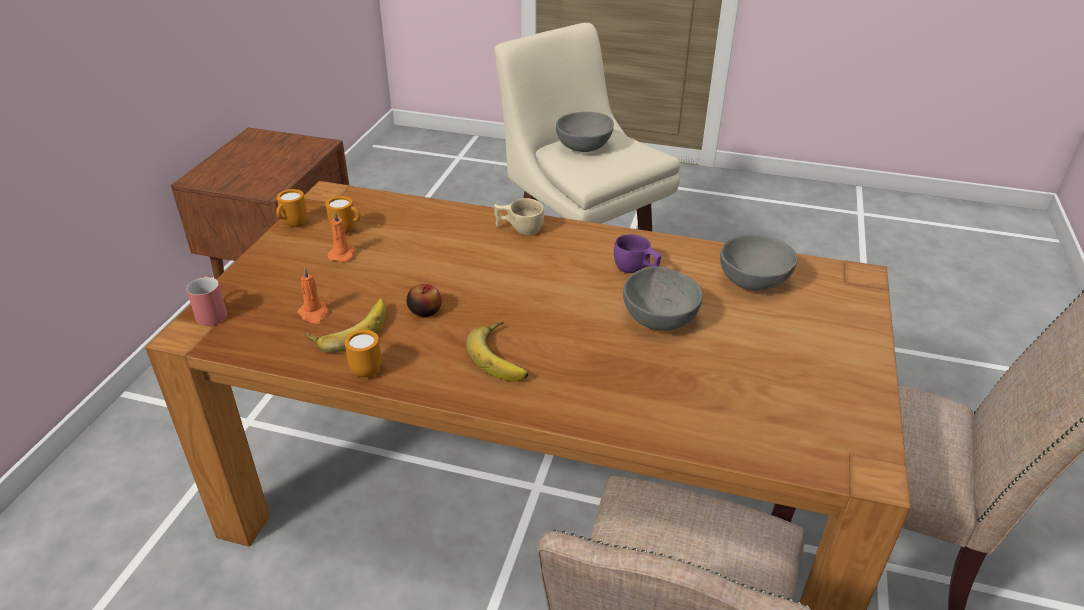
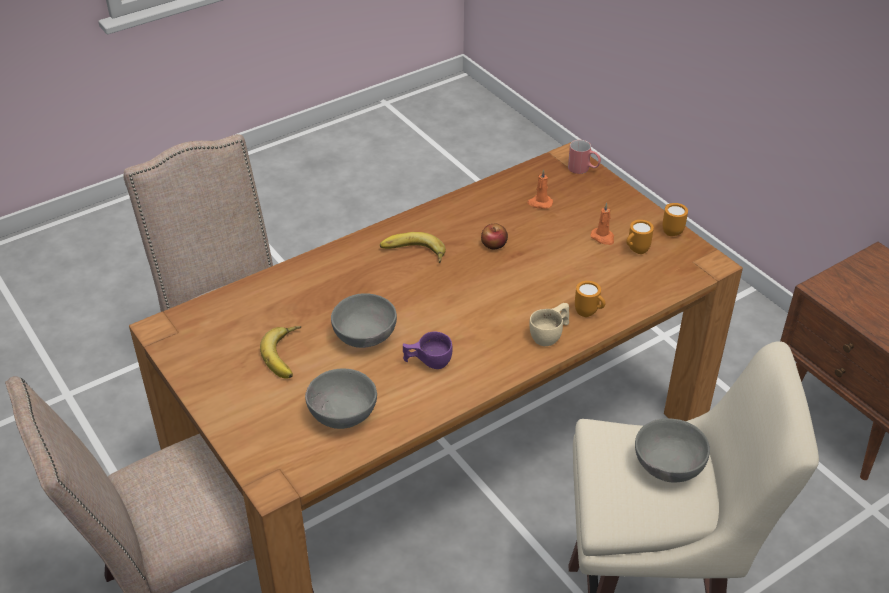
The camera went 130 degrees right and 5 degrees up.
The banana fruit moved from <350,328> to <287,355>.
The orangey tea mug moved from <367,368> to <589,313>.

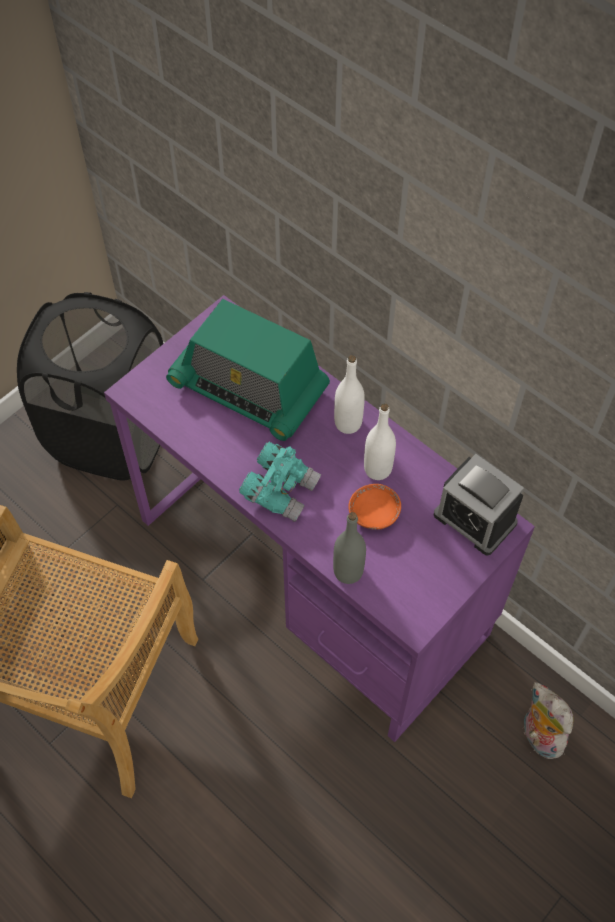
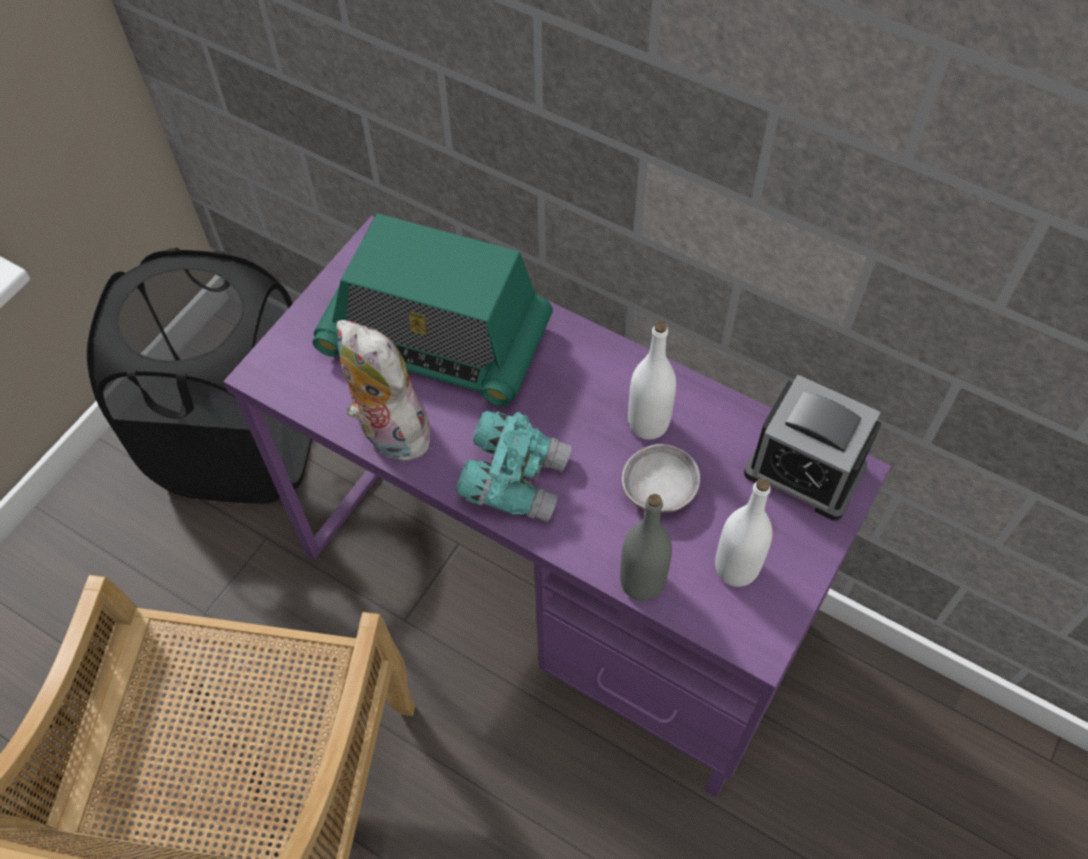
The camera went 10 degrees left and 0 degrees up.
The white-coloured bottle moved from <348,423> to <736,568>.
The cuddly toy moved from <538,736> to <388,431>.
The orangey deep dish at <374,514> became the gray deep dish at <659,490>.

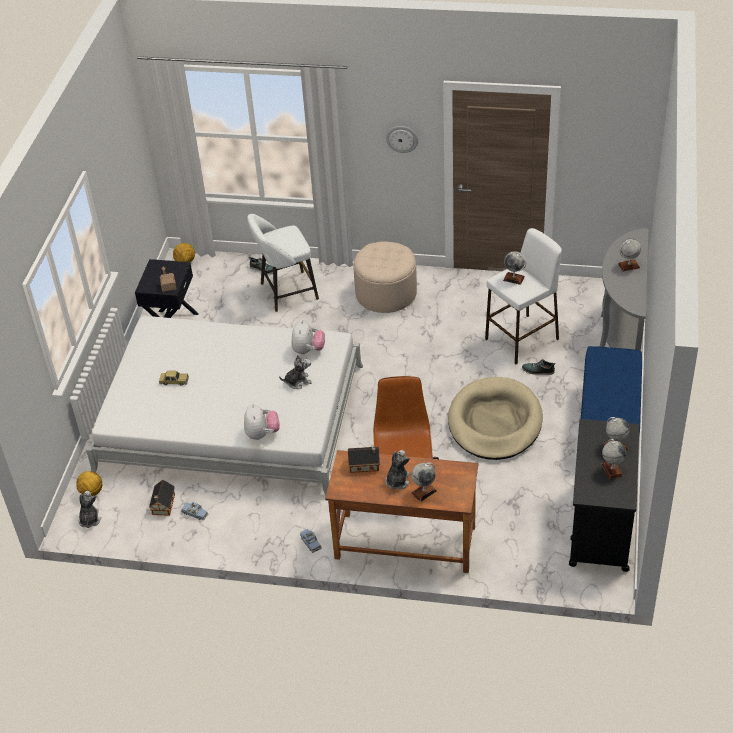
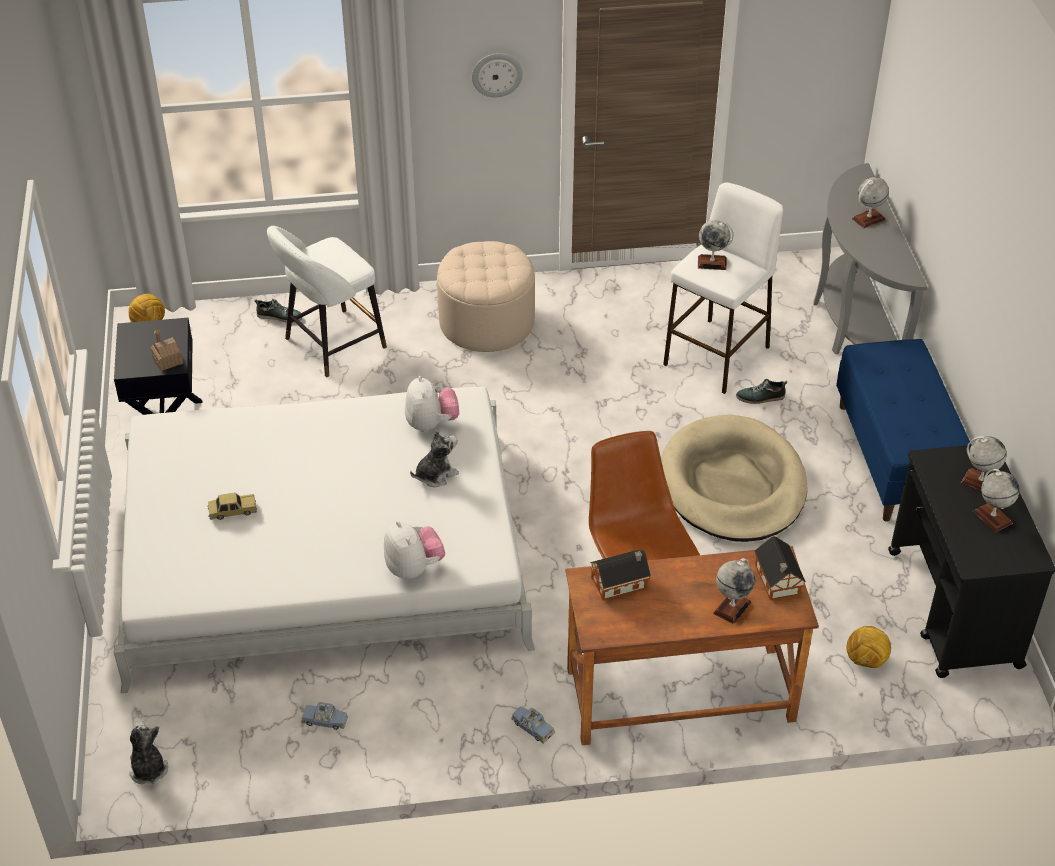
The camera went 20 degrees left and 0 degrees up.
The cuddly toy at <397,481> disappeared.
The ball for football moved from <92,492> to <866,661>.
The model house moved from <163,505> to <777,581>.

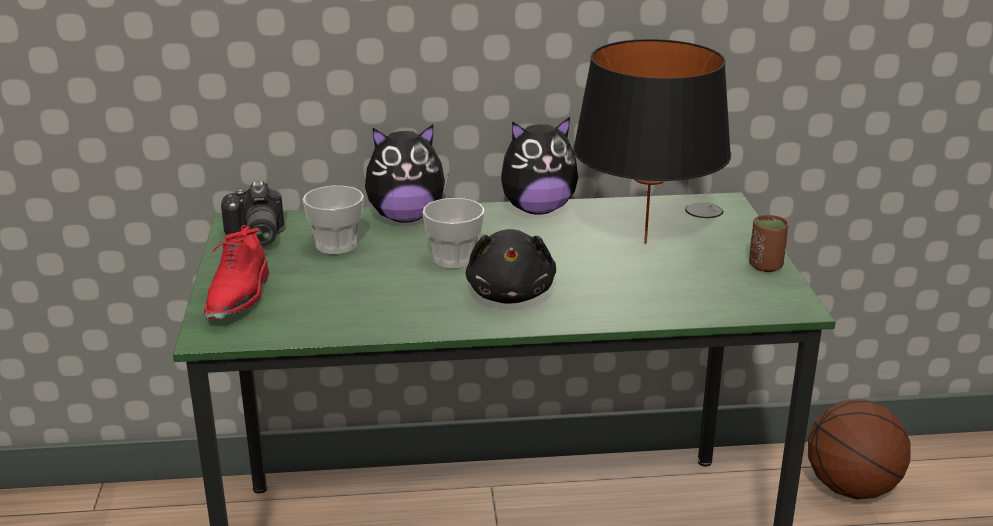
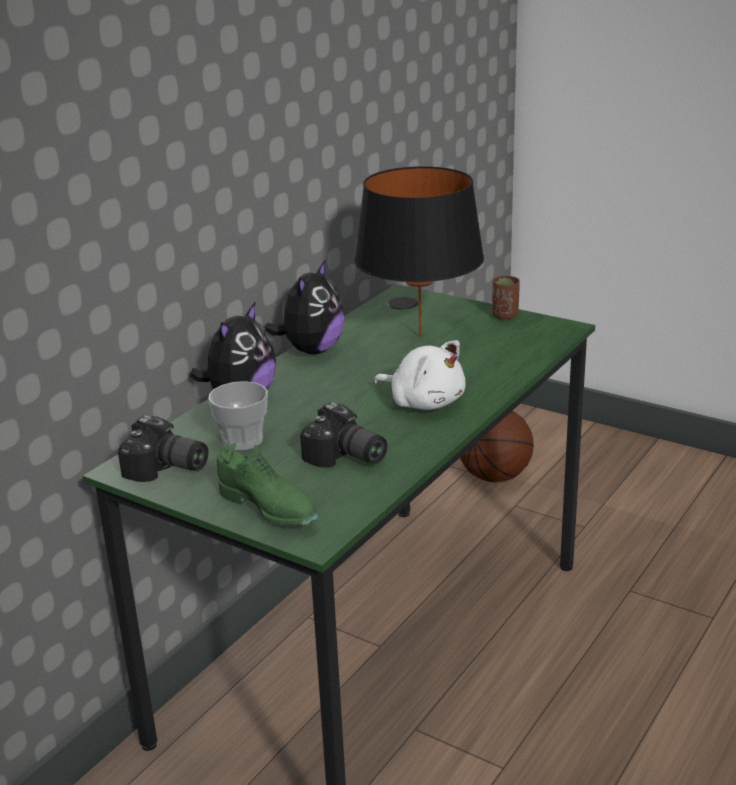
The camera went 50 degrees left and 0 degrees up.
The small cup at <454,259> disappeared.
The photo camera at <345,458> appeared.
The reddish shoe at <239,298> became the green shoe at <269,508>.
The black cuddly toy at <511,294> became the white-coloured cuddly toy at <424,402>.

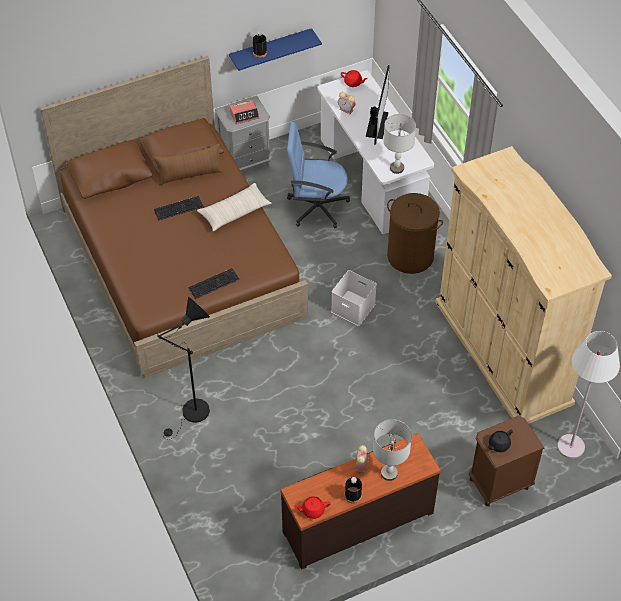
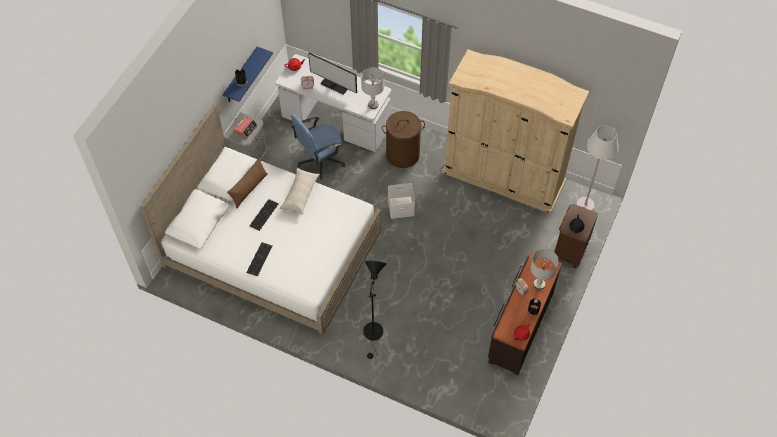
The camera went 40 degrees left and 5 degrees up.
The computer keyboard moved from <214,283> to <259,258>.
The brown sleeping bed at <181,261> became the white-coloured sleeping bed at <273,248>.
The monitor at <377,124> turned 150 degrees clockwise.

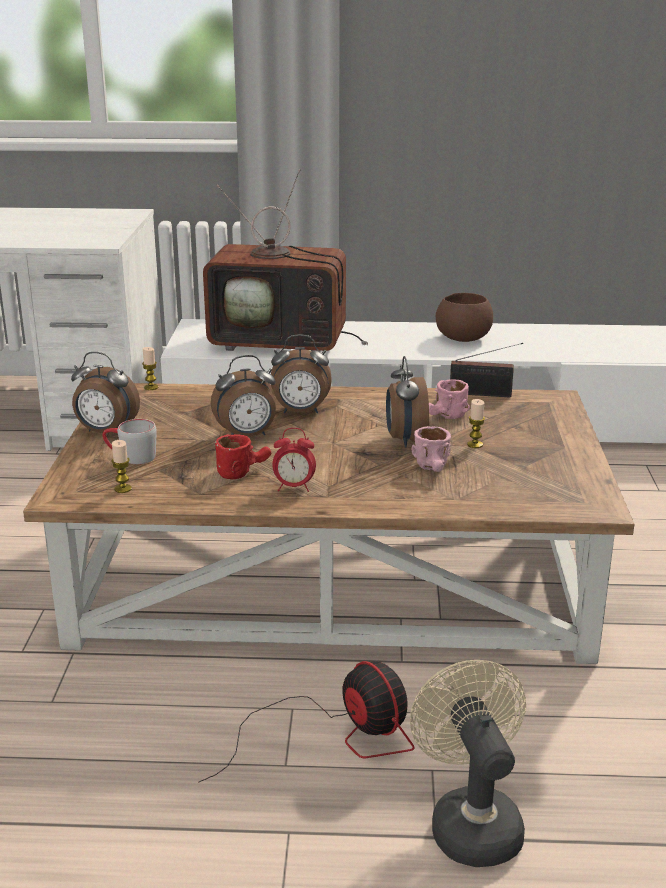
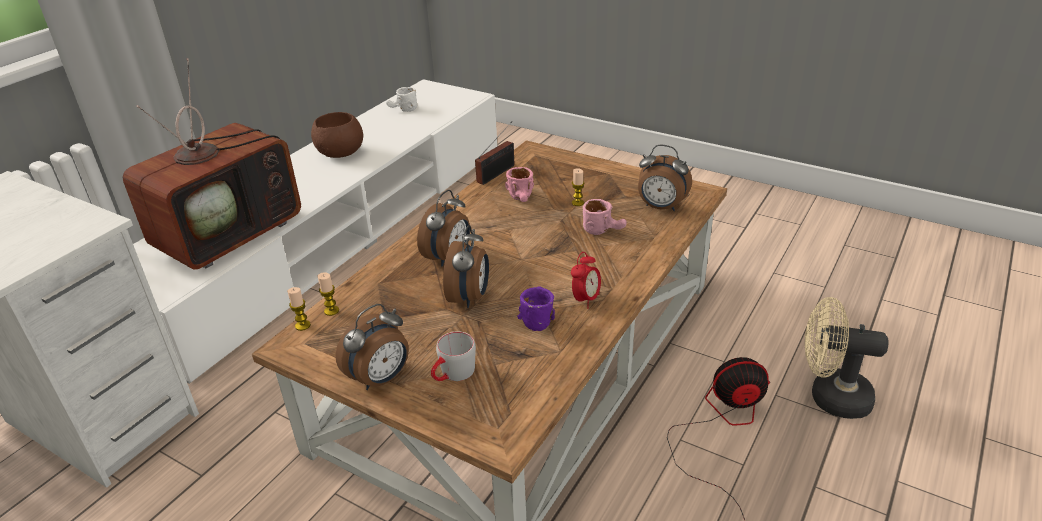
The camera went 60 degrees left and 10 degrees up.
The white-coloured tea mug at <402,110> appeared.
The wax candle moved from <123,489> to <331,311>.
The alarm clock moved from <405,440> to <660,207>.
The reddish tea mug at <243,471> became the purplish tea mug at <536,317>.

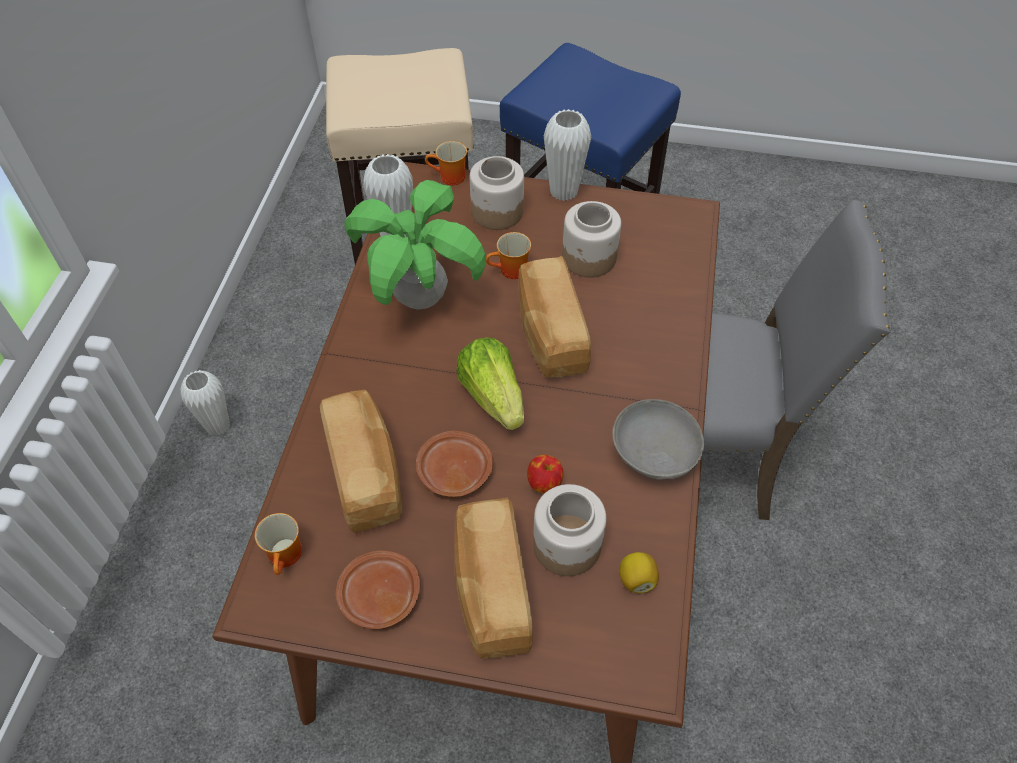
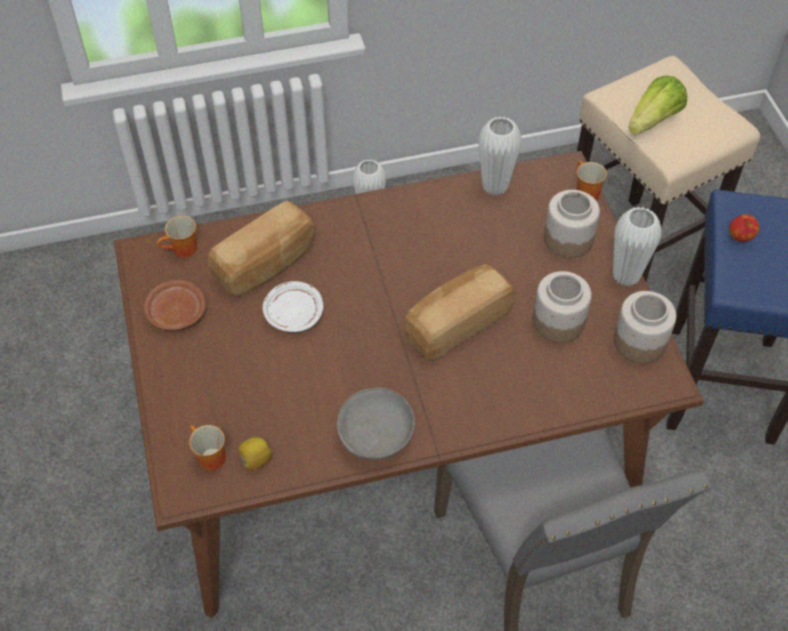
The camera went 65 degrees right and 0 degrees up.
The houseplant at <419,298> disappeared.
The bread at <490,590> disappeared.
The head of lettuce moved from <493,396> to <653,120>.
The tea mug moved from <511,272> to <208,457>.
The apple fruit moved from <544,483> to <740,237>.
The jar moved from <567,546> to <639,341>.
The brown plate at <453,471> became the white-coloured plate at <293,313>.

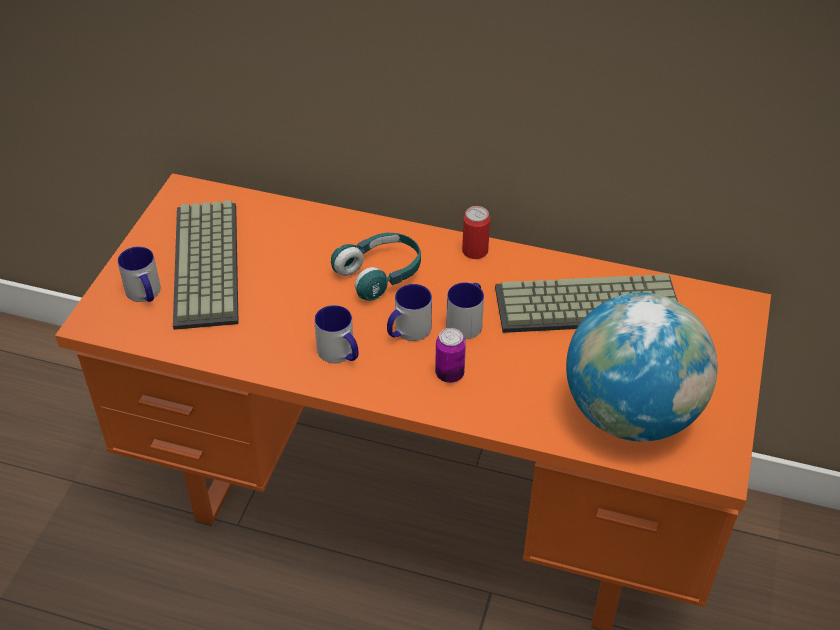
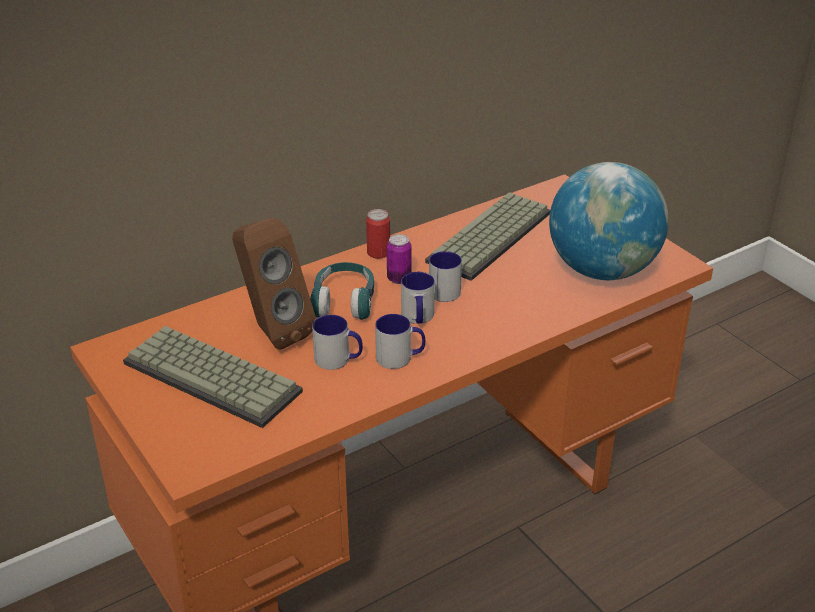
The camera went 50 degrees left and 10 degrees down.
The brown loudspeaker at <272,331> appeared.
The tea mug moved from <145,294> to <338,360>.
The can moved from <449,374> to <399,278>.

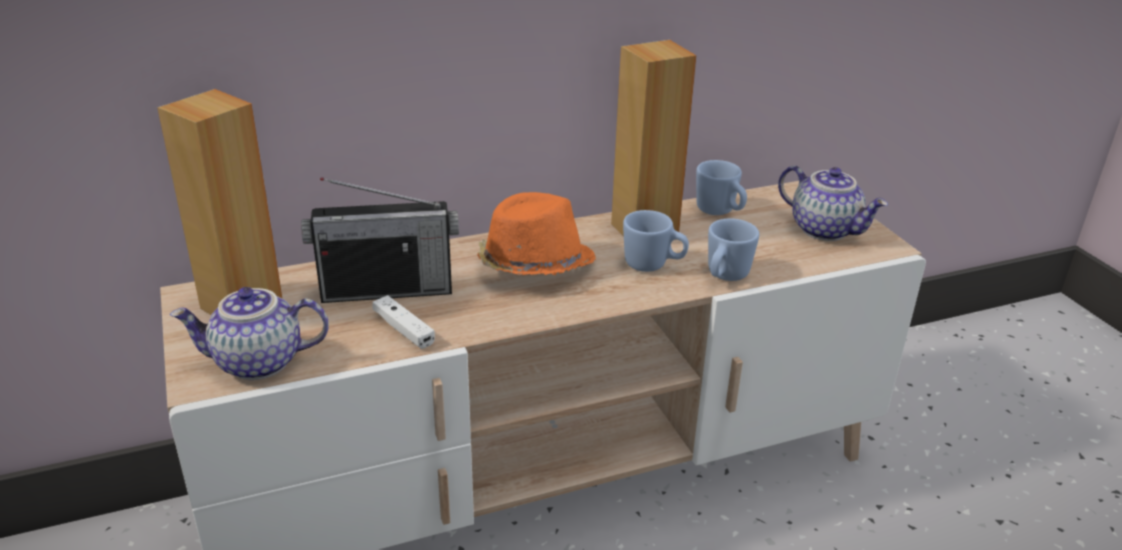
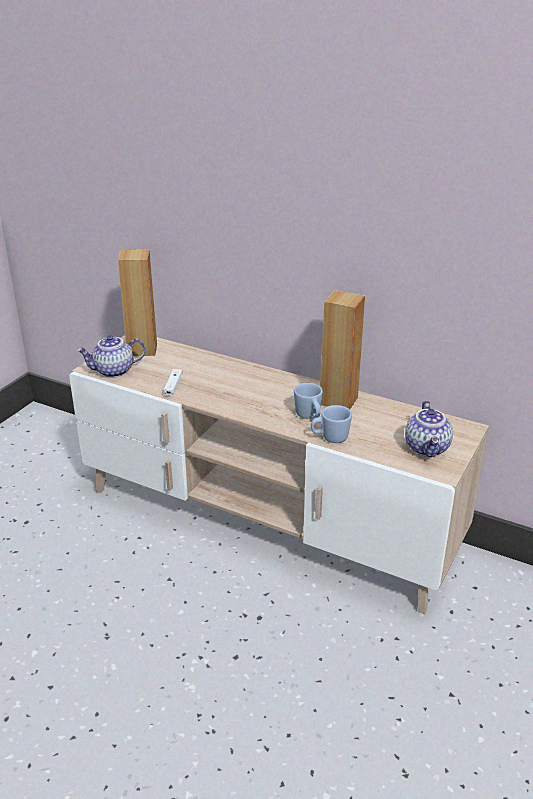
The camera went 50 degrees right and 0 degrees up.
The radio at <387,290> disappeared.
The orangey wearable hat at <533,265> disappeared.
The bluish tea mug at <720,212> disappeared.
The pot for tea at <257,363> turned 60 degrees counterclockwise.

